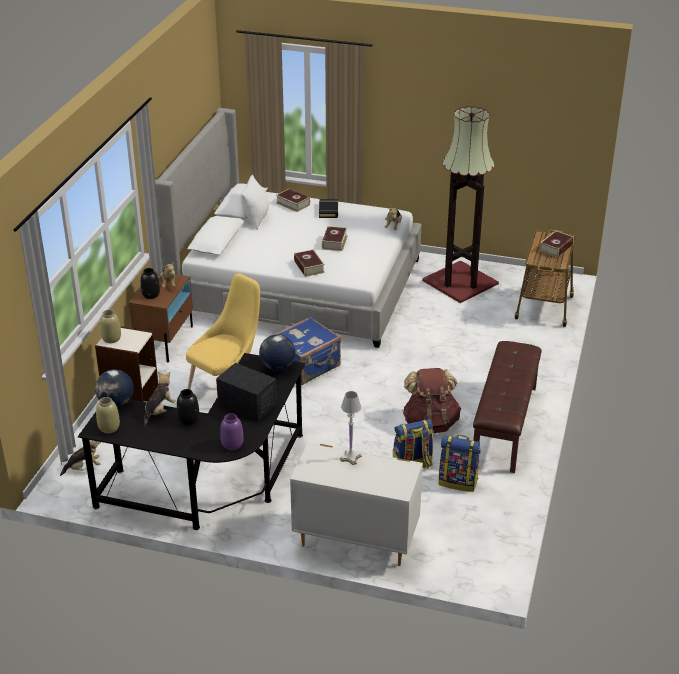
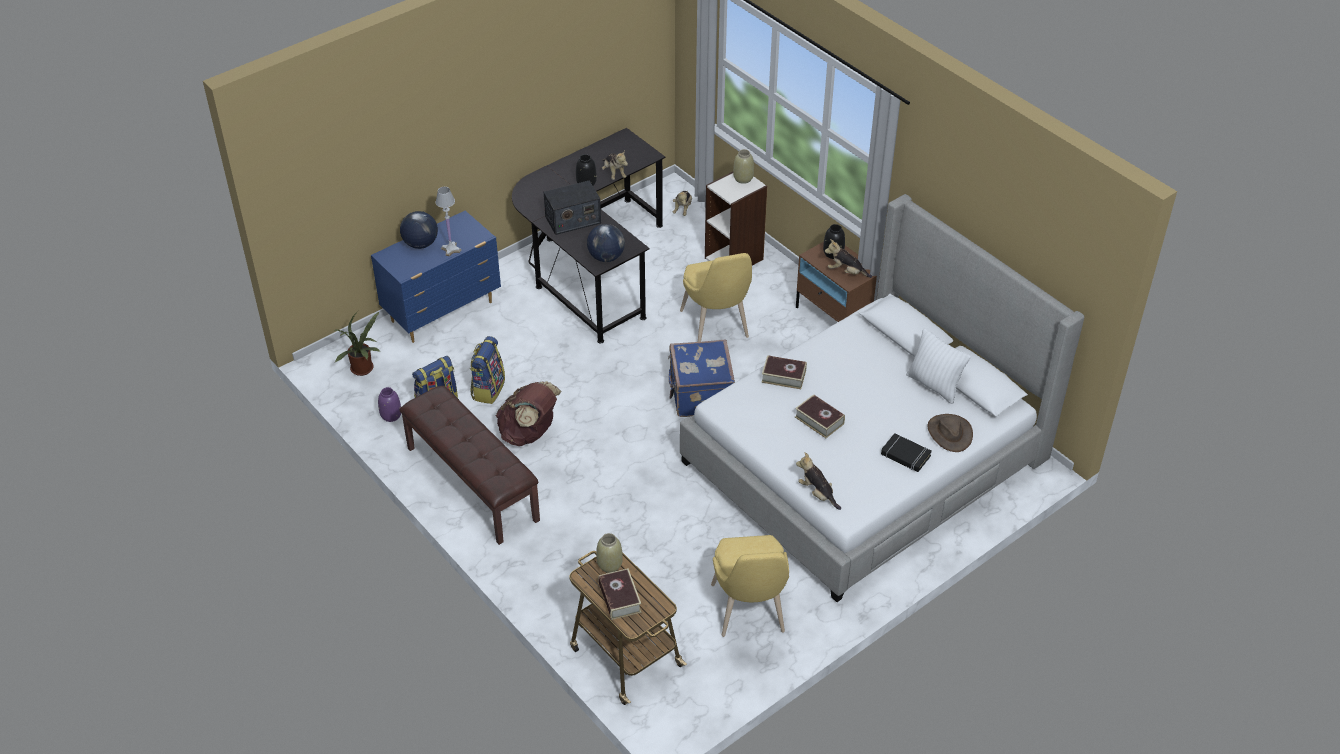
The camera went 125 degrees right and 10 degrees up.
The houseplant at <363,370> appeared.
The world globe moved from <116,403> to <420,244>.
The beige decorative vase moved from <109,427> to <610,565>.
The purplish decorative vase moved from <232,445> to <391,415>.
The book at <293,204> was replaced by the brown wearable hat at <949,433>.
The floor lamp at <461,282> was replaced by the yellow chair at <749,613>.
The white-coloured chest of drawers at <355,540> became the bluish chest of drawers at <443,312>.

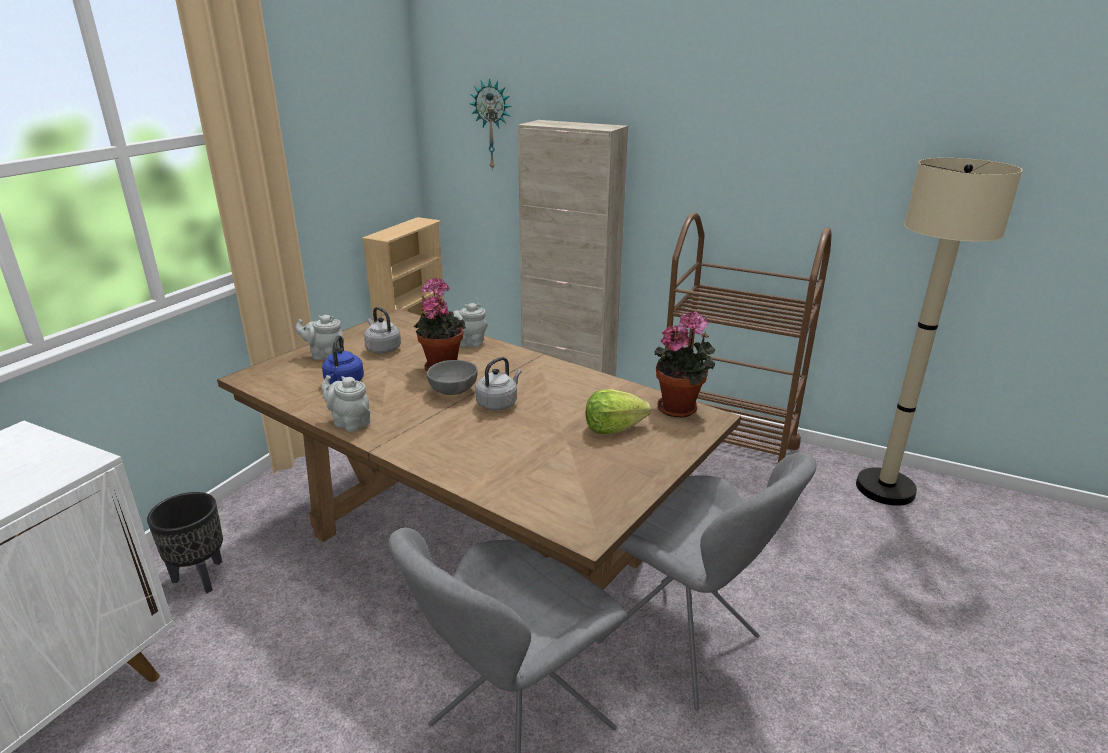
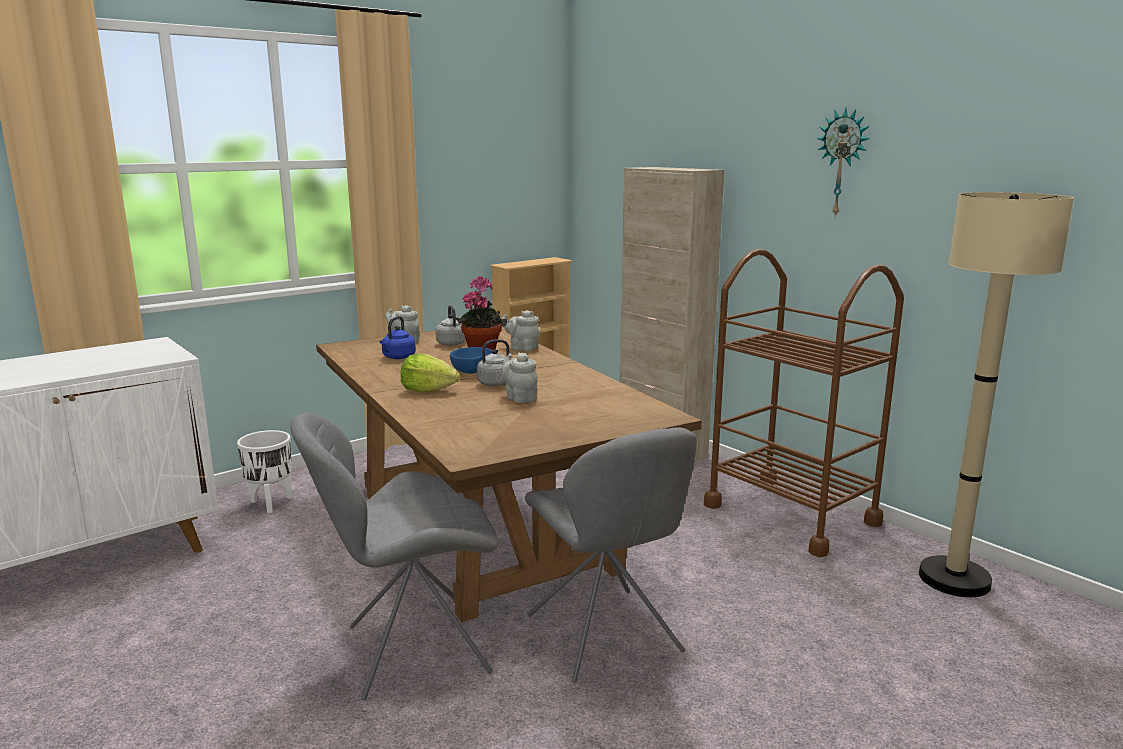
The camera went 25 degrees right and 10 degrees down.
The houseplant at <680,408> disappeared.
The gray pot for tea moved from <349,423> to <519,398>.
The wall clock moved from <492,125> to <843,163>.
The head of lettuce moved from <613,428> to <428,390>.
The black plant pot at <201,578> became the white-coloured plant pot at <270,503>.
The gray deep dish at <454,392> became the bluish deep dish at <472,372>.

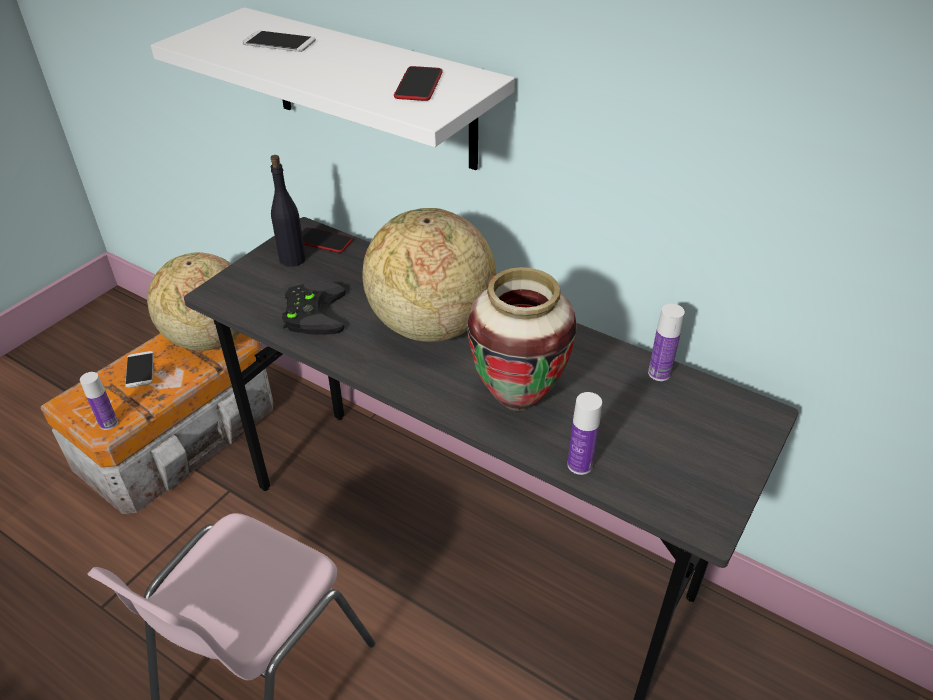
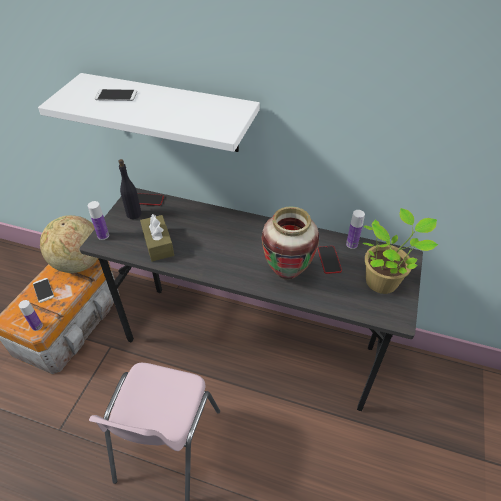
The camera went 15 degrees left and 5 degrees up.
The world globe at <430,326> disappeared.
The houseplant at <383,281> appeared.
The handset moved from <418,85> to <329,260>.
The bottle moved from <580,465> to <103,235>.
The black game controller at <312,312> was replaced by the brown box of tissues at <158,244>.

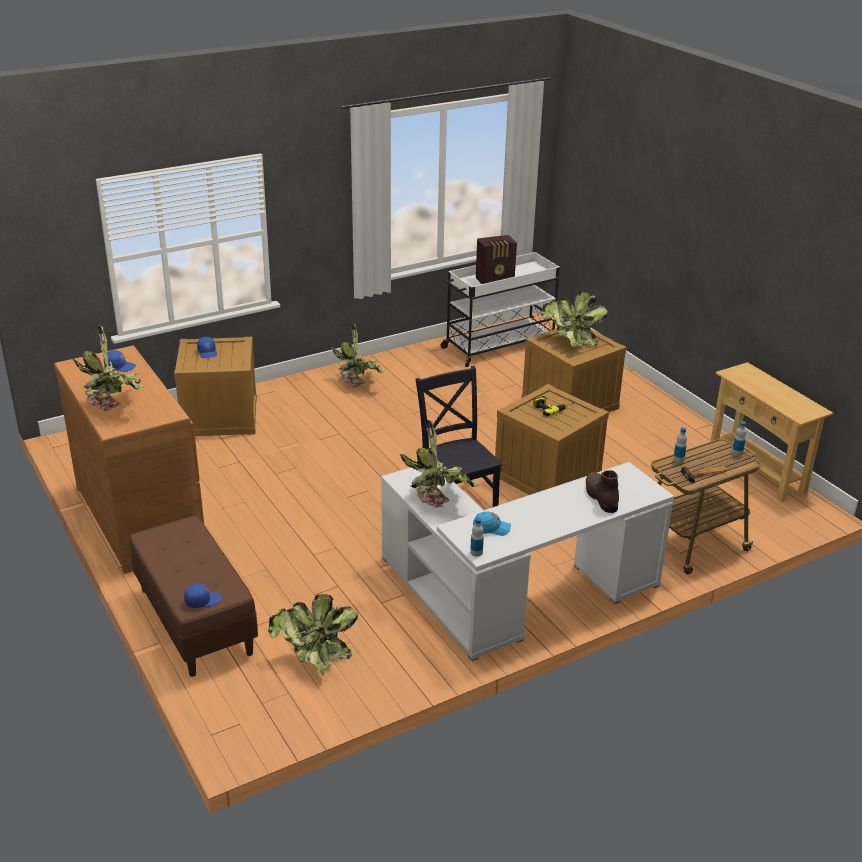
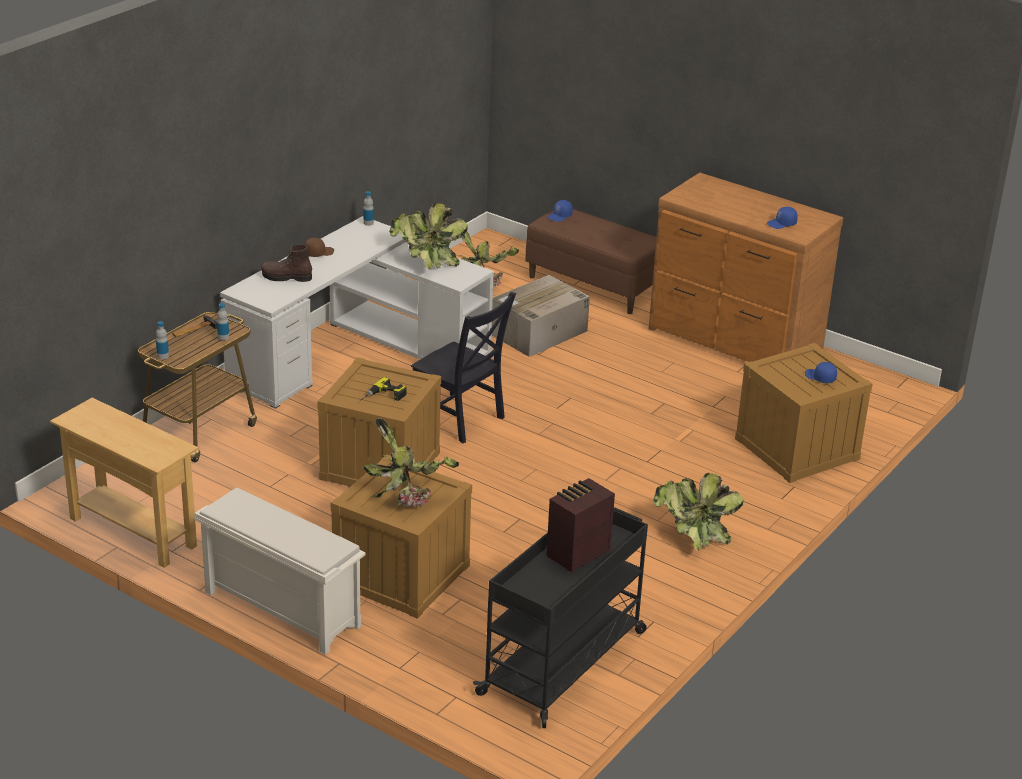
The camera went 155 degrees right and 0 degrees up.
The houseplant at <116,405> disappeared.
The bluish cap at <491,529> disappeared.
The white-coloured shoe stand at <280,609> appeared.
The brown cap at <319,253> appeared.
The carton at <537,333> appeared.
The white-coloured cart at <498,345> became the black cart at <564,661>.
The brown high-top boot at <600,497> turned 135 degrees clockwise.

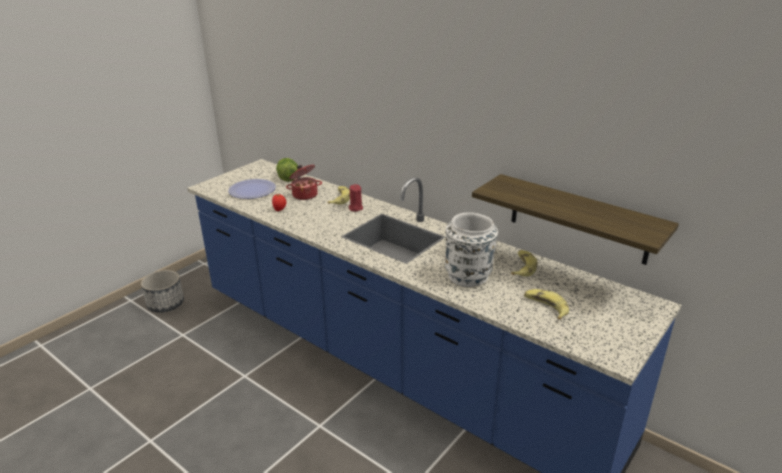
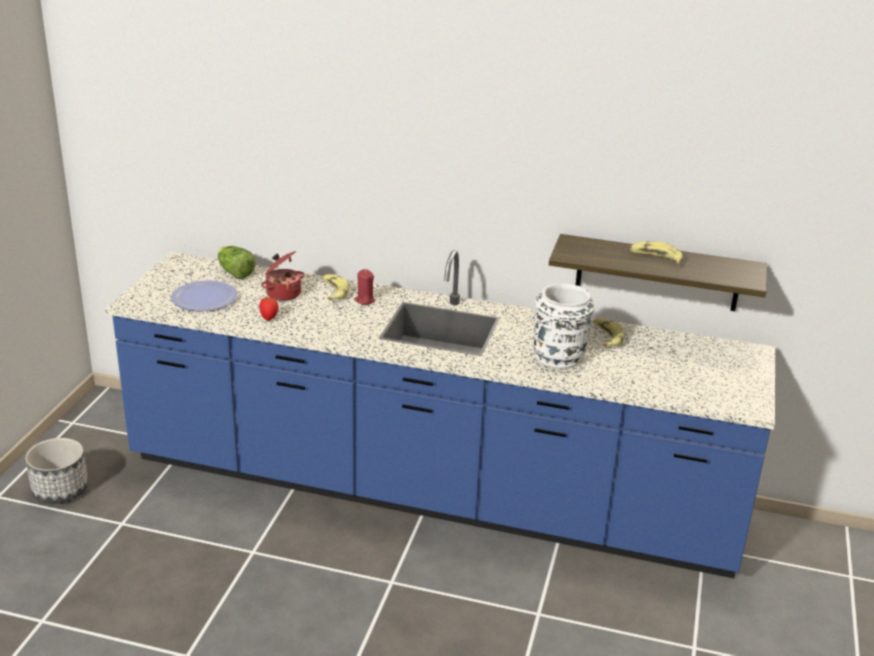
The camera went 25 degrees left and 0 degrees up.
The banana fruit moved from <545,307> to <655,258>.

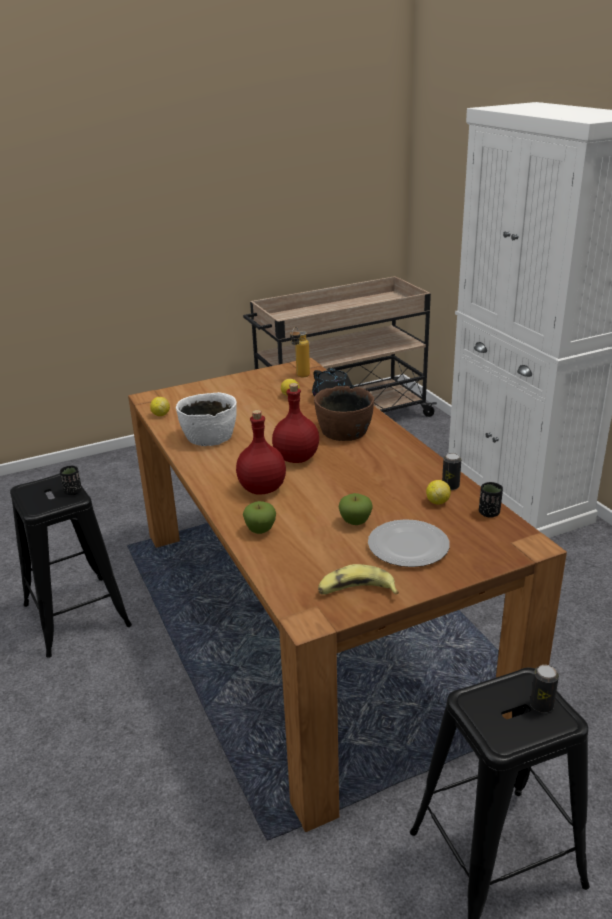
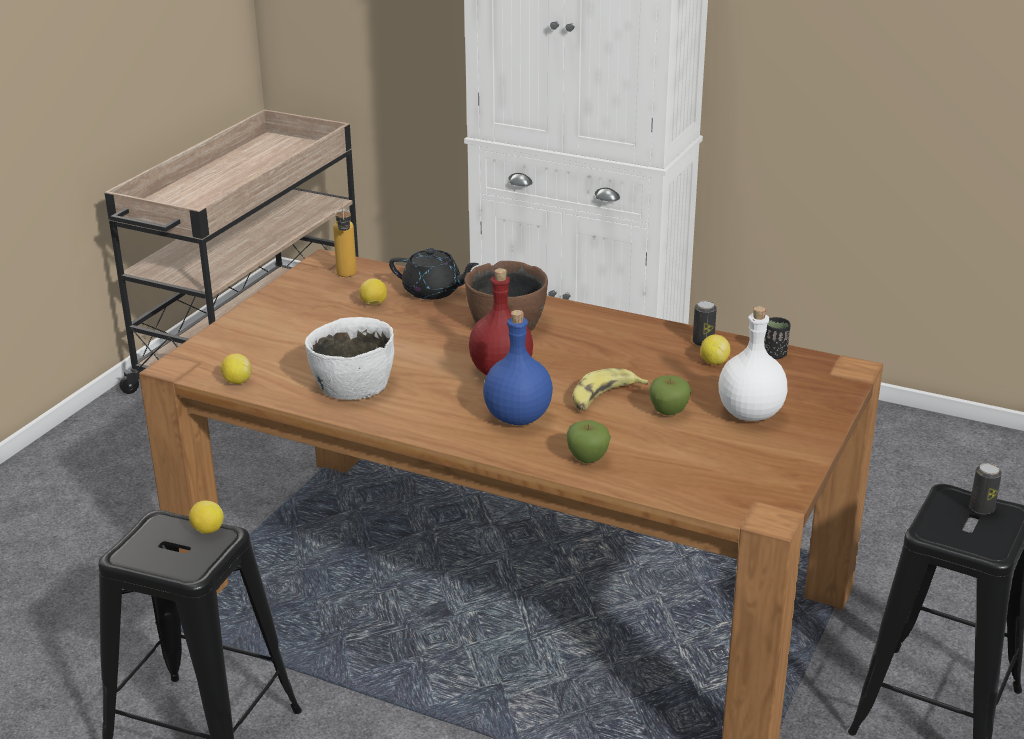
The camera went 40 degrees left and 0 degrees up.
The banana fruit moved from <356,591> to <604,398>.
The black small cup at <73,491> was replaced by the lemon at <207,530>.
The plate at <407,546> was replaced by the white-coloured bottle at <750,414>.
The reddish bottle at <261,489> became the bluish bottle at <517,418>.

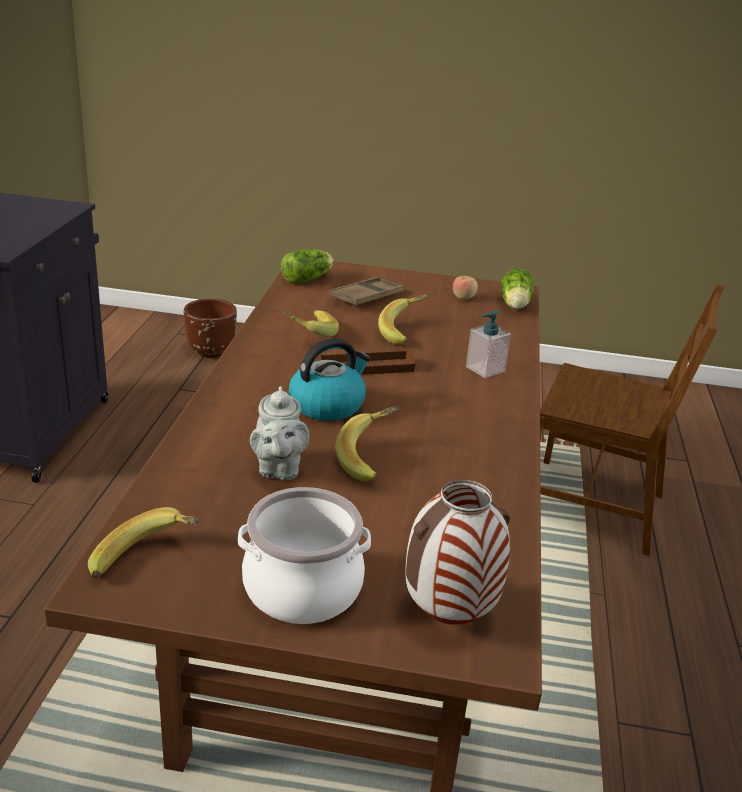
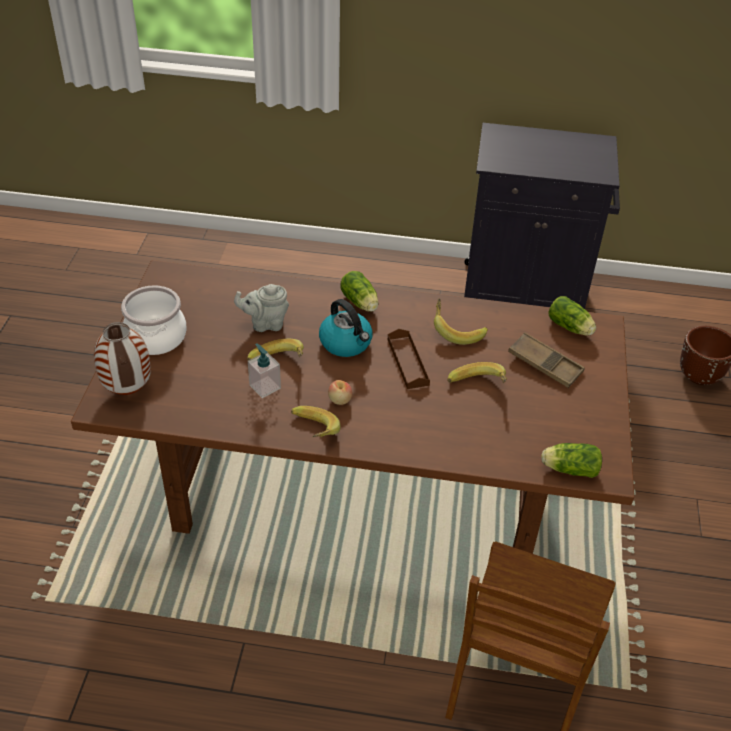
The camera went 90 degrees right and 15 degrees up.
The head of lettuce at <360,303> appeared.
The banana fruit moved from <147,562> to <312,434>.
The apple fruit moved from <463,297> to <340,400>.
The liquid soap bottle moved from <485,369> to <265,386>.

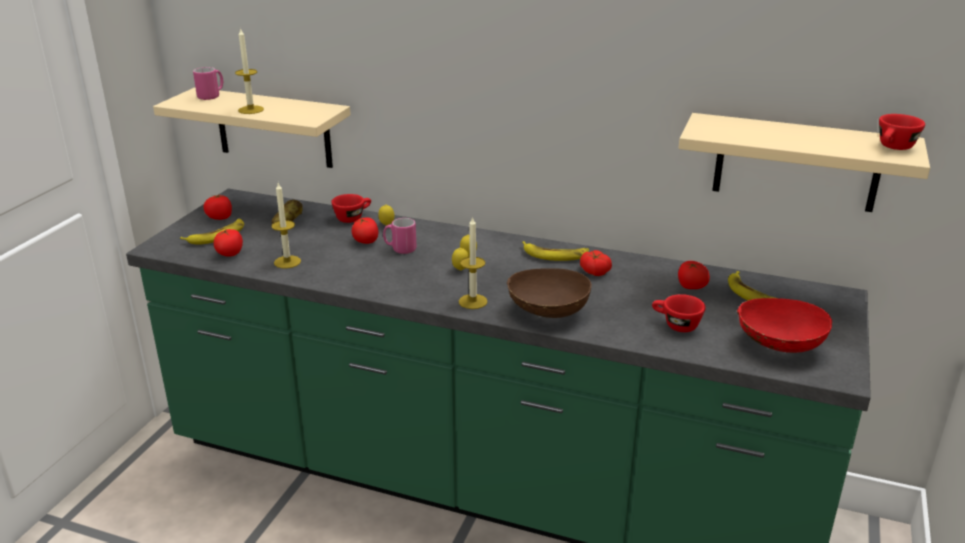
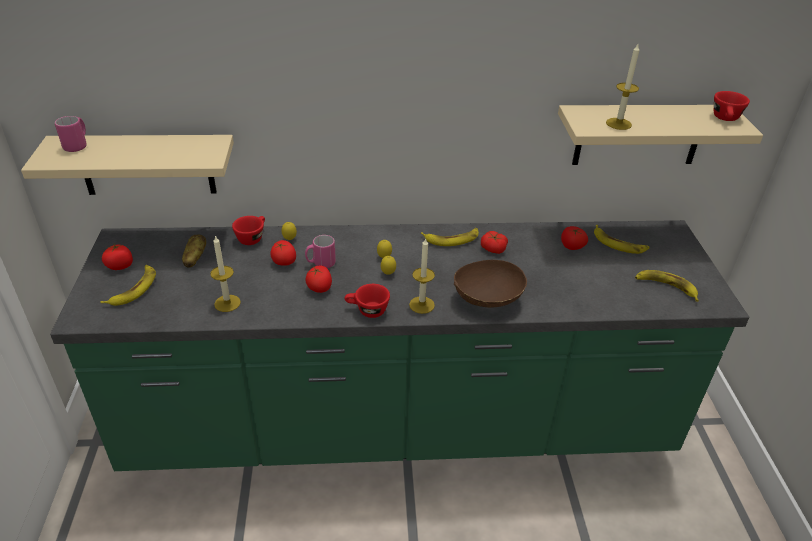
The camera went 25 degrees left and 10 degrees up.
The whole tomato moved from <230,254> to <319,288>.
The wax candle moved from <251,110> to <618,124>.
The reddish small cup moved from <675,325> to <367,311>.
The reddish deep dish at <778,345> was replaced by the banana fruit at <665,287>.

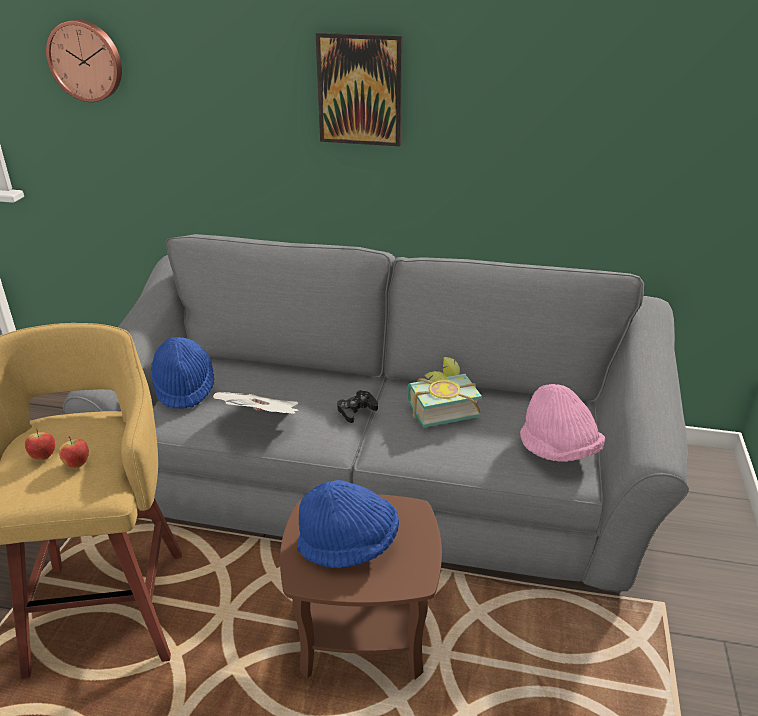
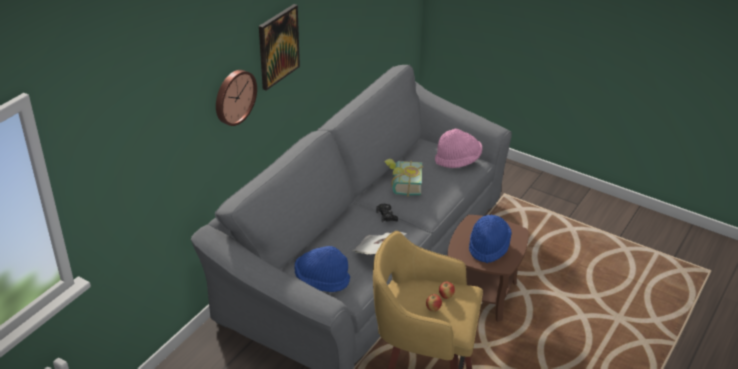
The camera went 70 degrees left and 5 degrees up.
The wall clock moved from <86,61> to <234,96>.

